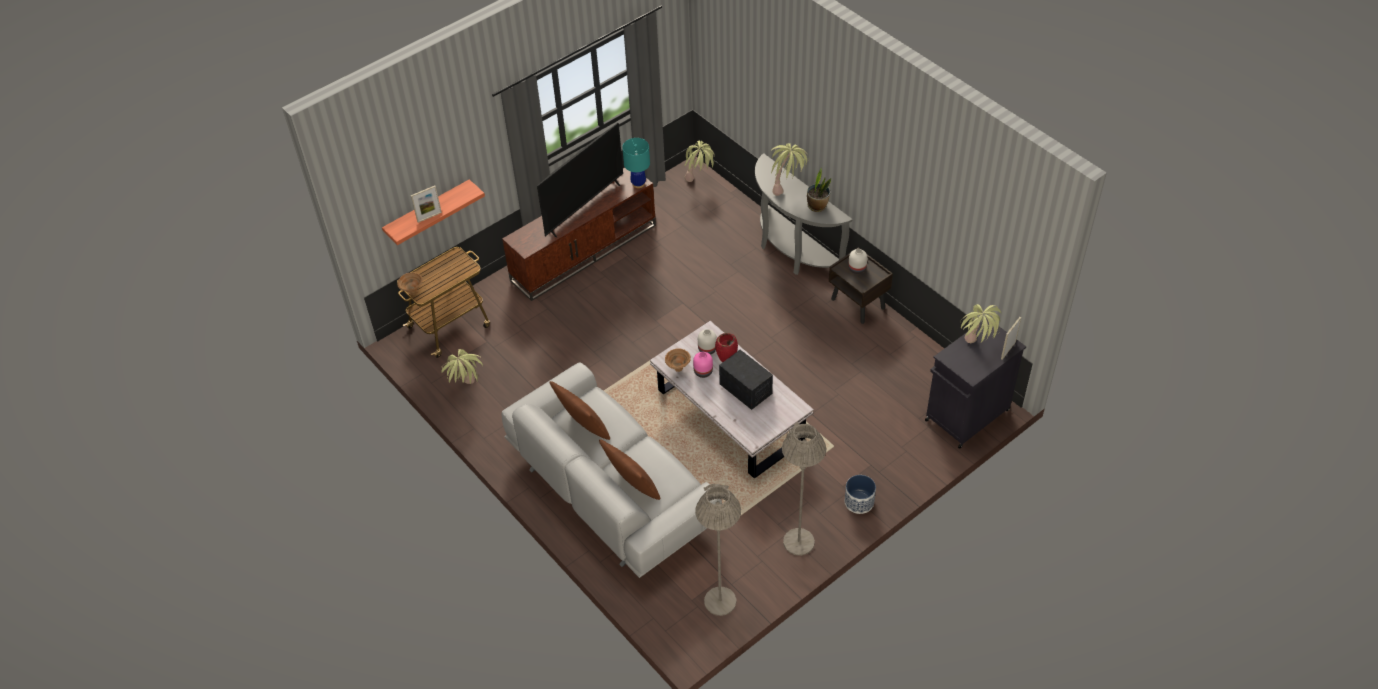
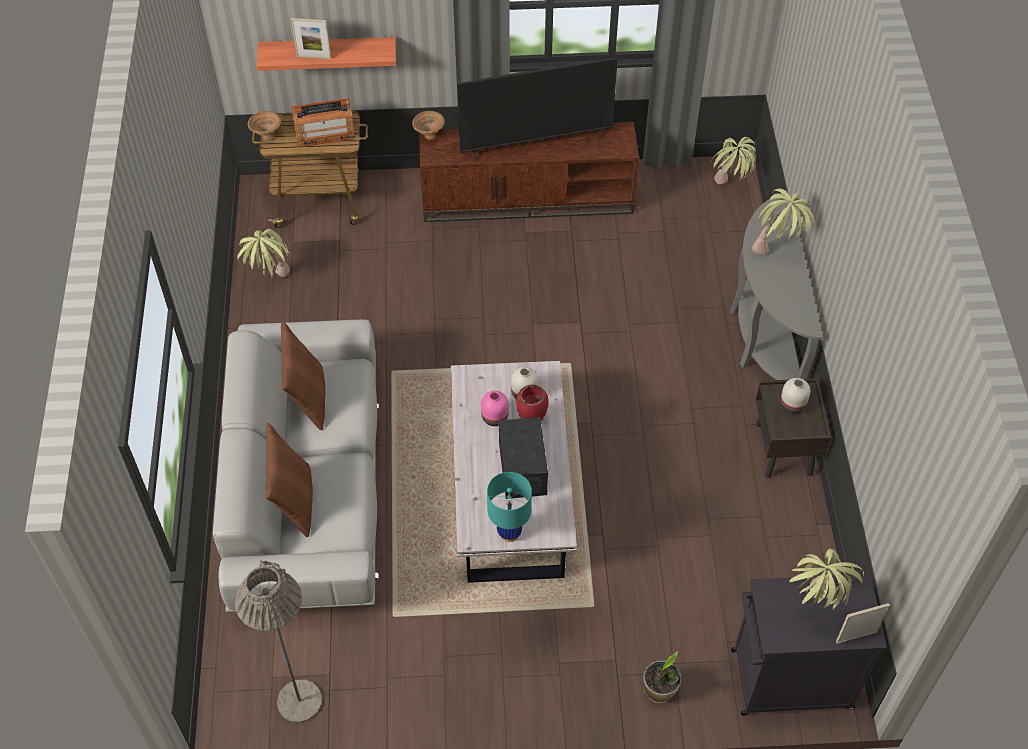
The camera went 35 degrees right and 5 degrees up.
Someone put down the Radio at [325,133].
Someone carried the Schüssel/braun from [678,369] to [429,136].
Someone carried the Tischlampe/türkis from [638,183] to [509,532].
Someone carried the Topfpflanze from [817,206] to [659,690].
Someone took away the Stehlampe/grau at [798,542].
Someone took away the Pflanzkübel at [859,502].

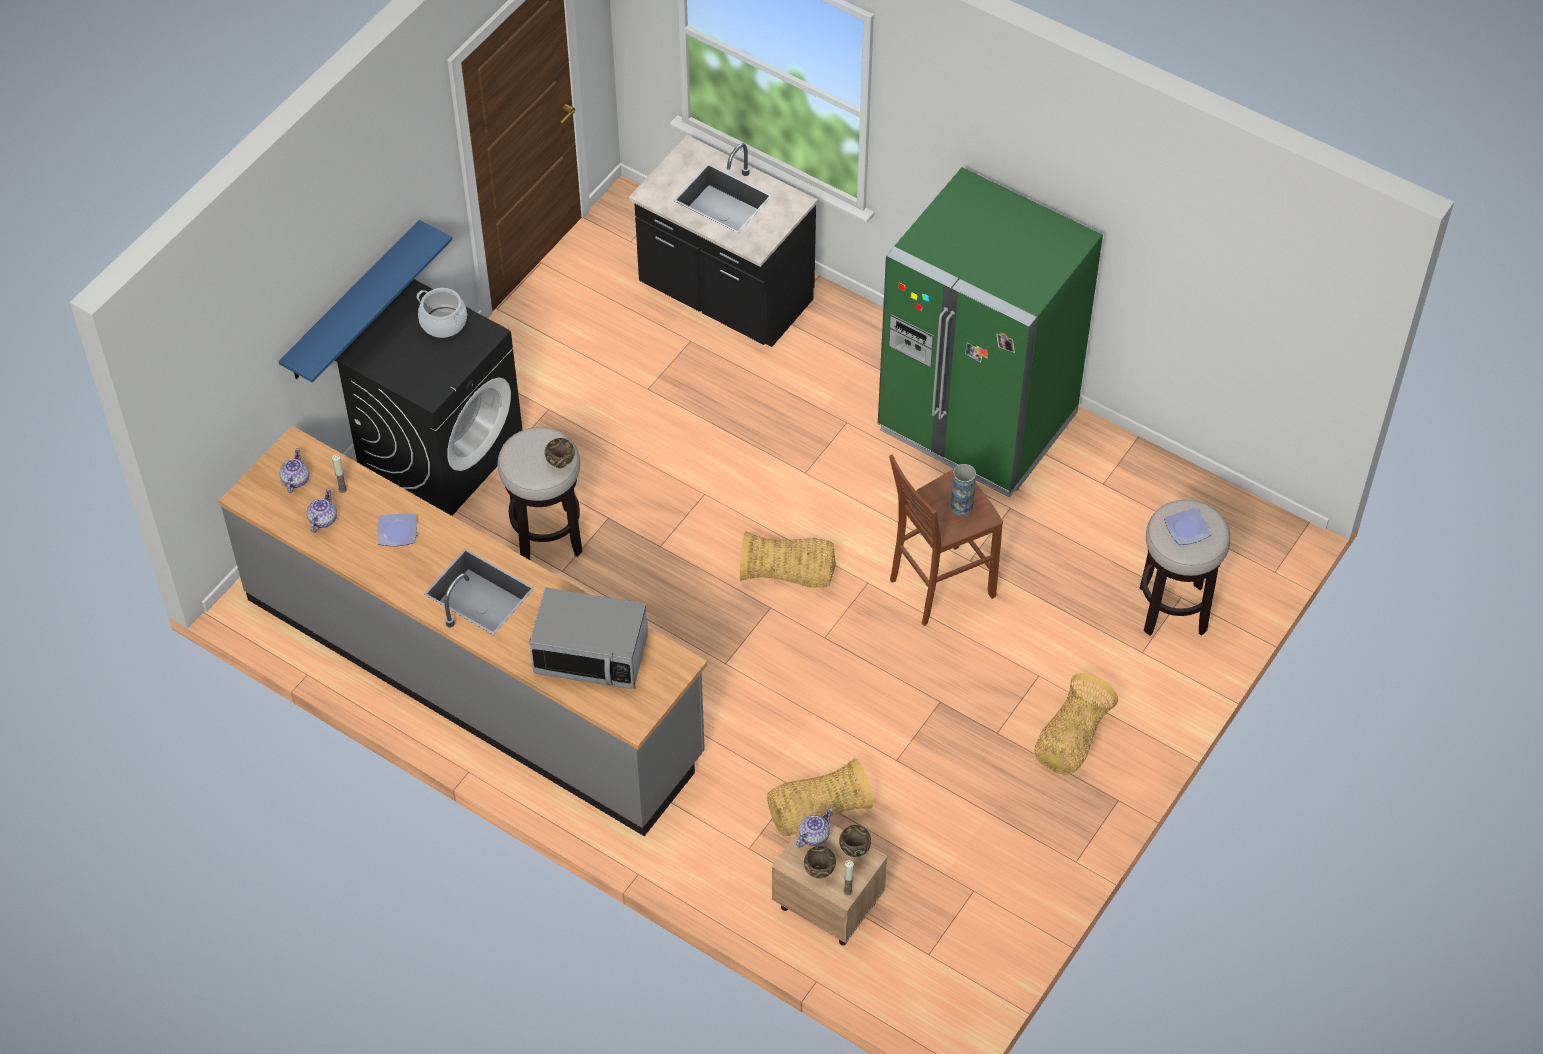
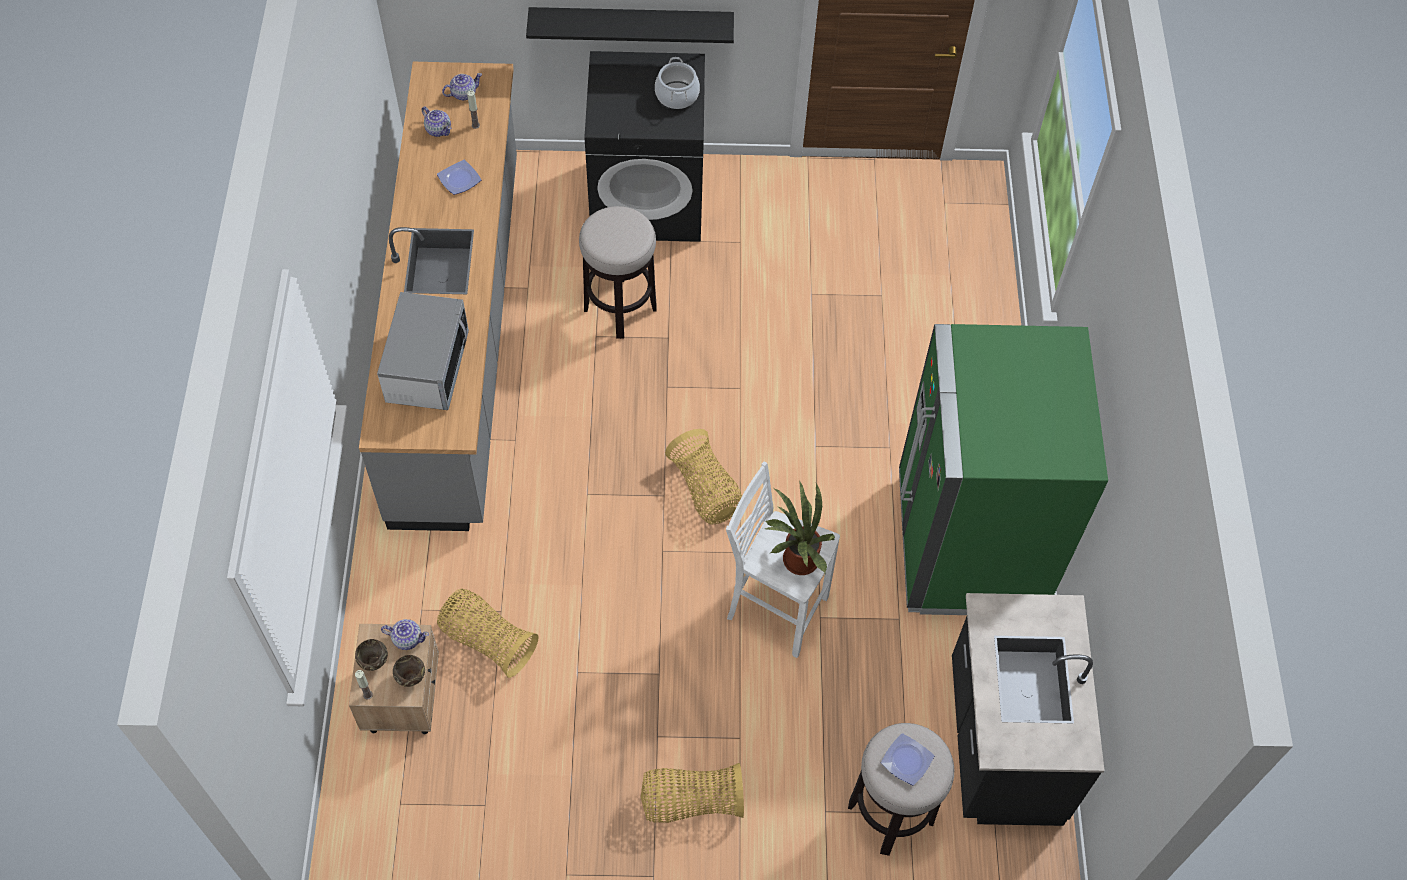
The camera went 55 degrees right and 5 degrees up.
Someone rotated the Mikrowelle at [591,655] by 150 degrees counterclockwise.
Someone rotated the Teekanne at [322,520] by 60 degrees clockwise.
Someone repainted the Wandregal/blau at [352,303], which became the Wandregal/schwarz at [631,24].
Someone repainted the Hocker/braun at [938,587], which became the Hocker/weiß at [774,608].
Someone swapped the Vase at [961,507] for the Topfpflanze at [796,560].
Someone carried the Küchenzeile/schwarz from [725,297] to [1001,742].
Someone took away the Schüssel/braun at [561,463].

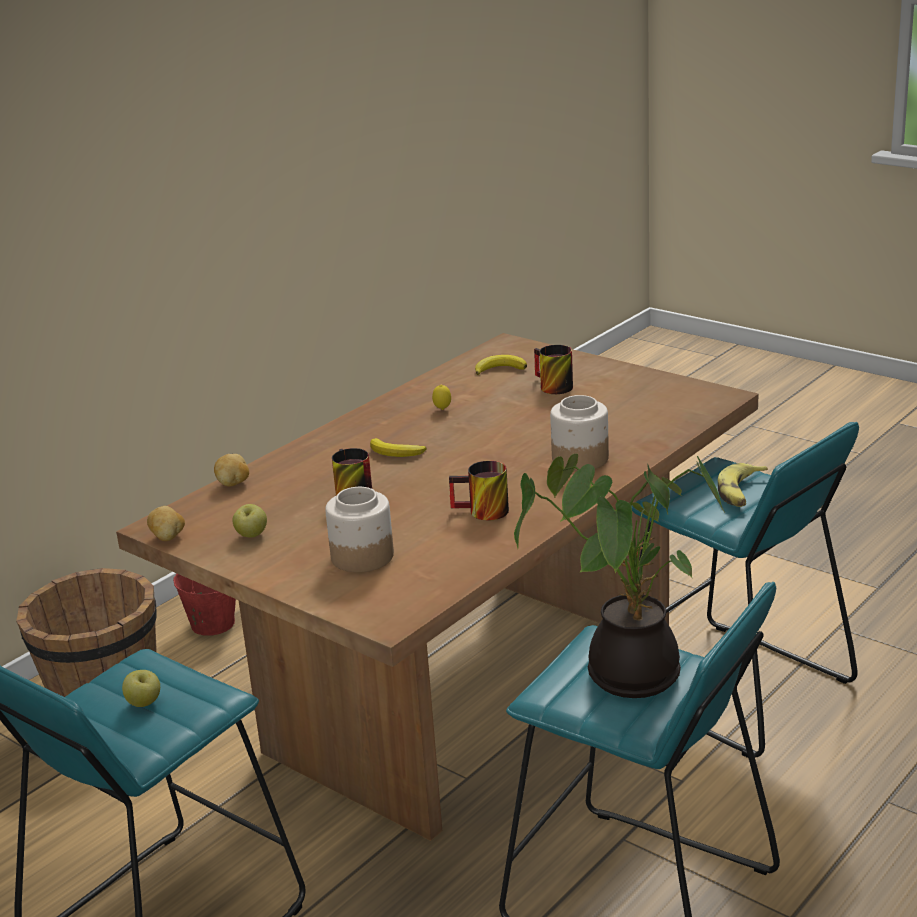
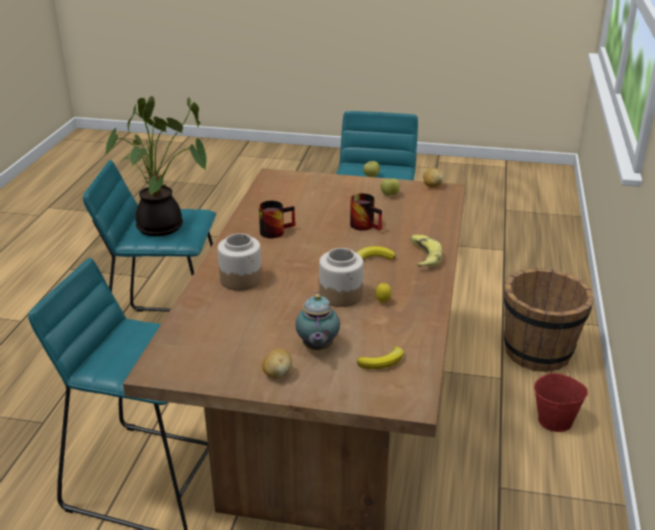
The camera went 150 degrees right and 5 degrees up.
Someone carried the Kartoffel from [233,483] to [277,374].
Someone swapped the Henkelbecher at [550,386] for the Teekanne at [317,348].
Someone carried the Vorratsglas from [361,557] to [341,295].
Someone carried the Banane from [741,492] to [423,256].

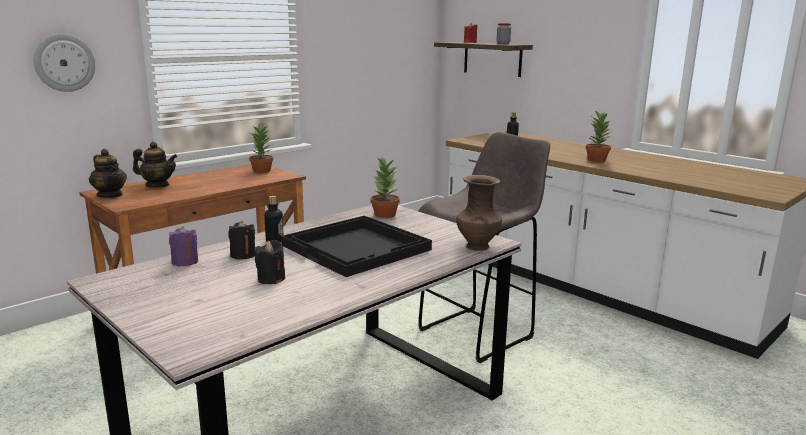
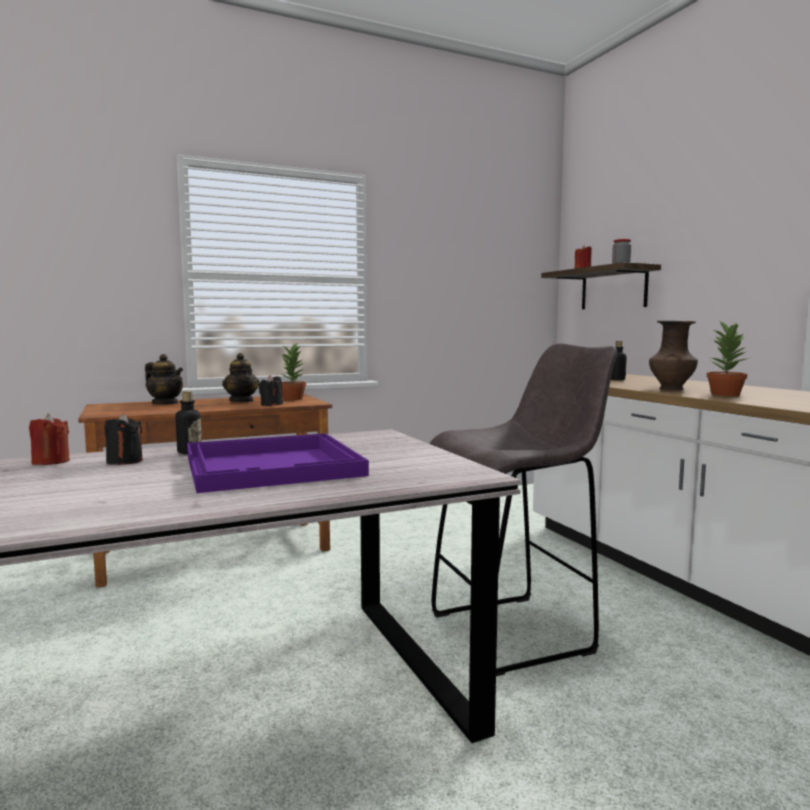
The camera went 20 degrees right and 10 degrees down.
Someone repainted the Kerze/lila at [185,262], which became the Kerze/rot at [51,462].
Someone repainted the Tablett/schwarz at [358,248], which became the Tablett/lila at [274,466].
Someone carried the Teekanne from [110,195] to [242,401].
Someone carried the Kerze/schwarz from [271,279] to [271,405].
Someone carried the Vase/braun from [477,246] to [671,389].
Someone took away the Wanduhr at [64,62].
Someone took away the Topfpflanze at [384,215].

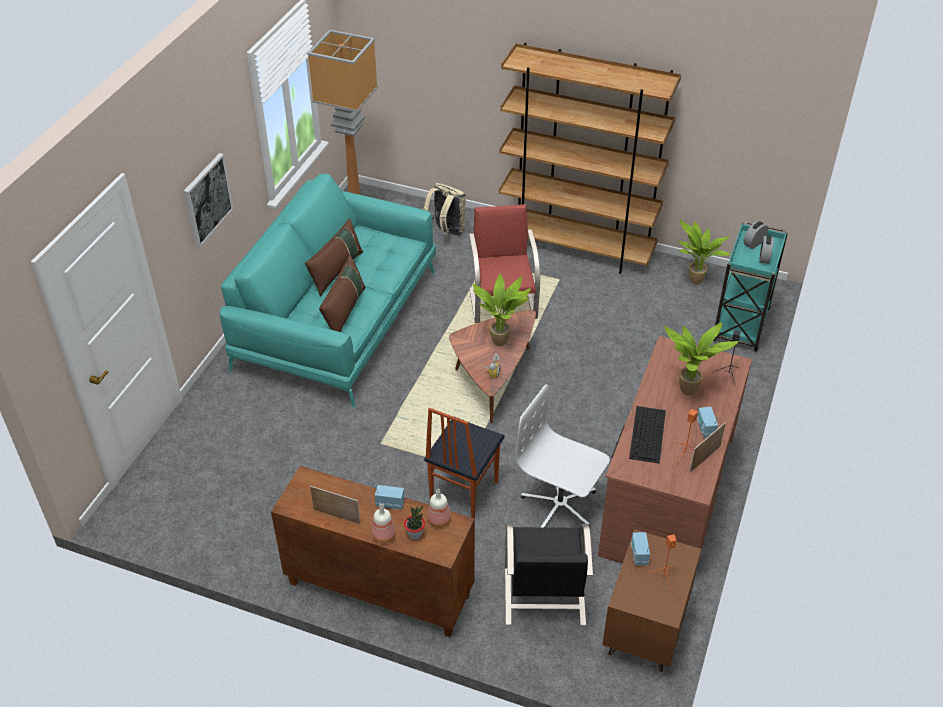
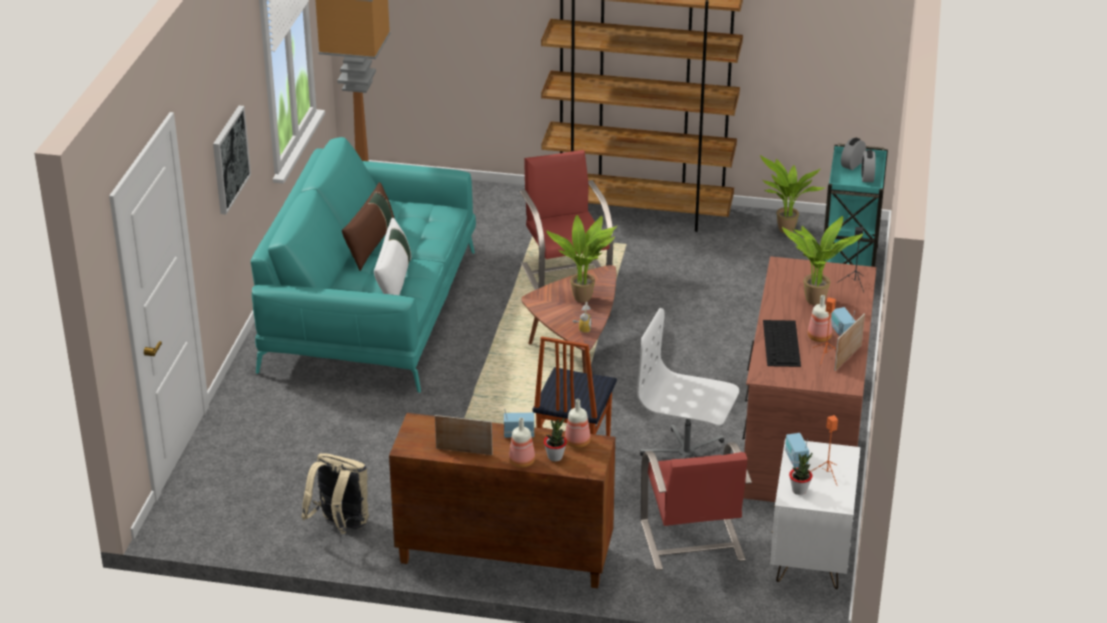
The camera went 10 degrees left and 10 degrees down.
Someone carried the Rucksack/beige from [446,232] to [340,525].
Someone repainted the Kissen/braun at [344,311], which became the Kissen/weiß at [394,283].
Someone repainted the Stuhl/schwarz at [544,598], which became the Stuhl/rot at [692,542].
Someone repainted the Nachttisch/braun at [645,631], which became the Nachttisch/weiß at [811,557].
Someone put down the Topfpflanze at [799,490].
Someone put down the Flasche at [819,337].

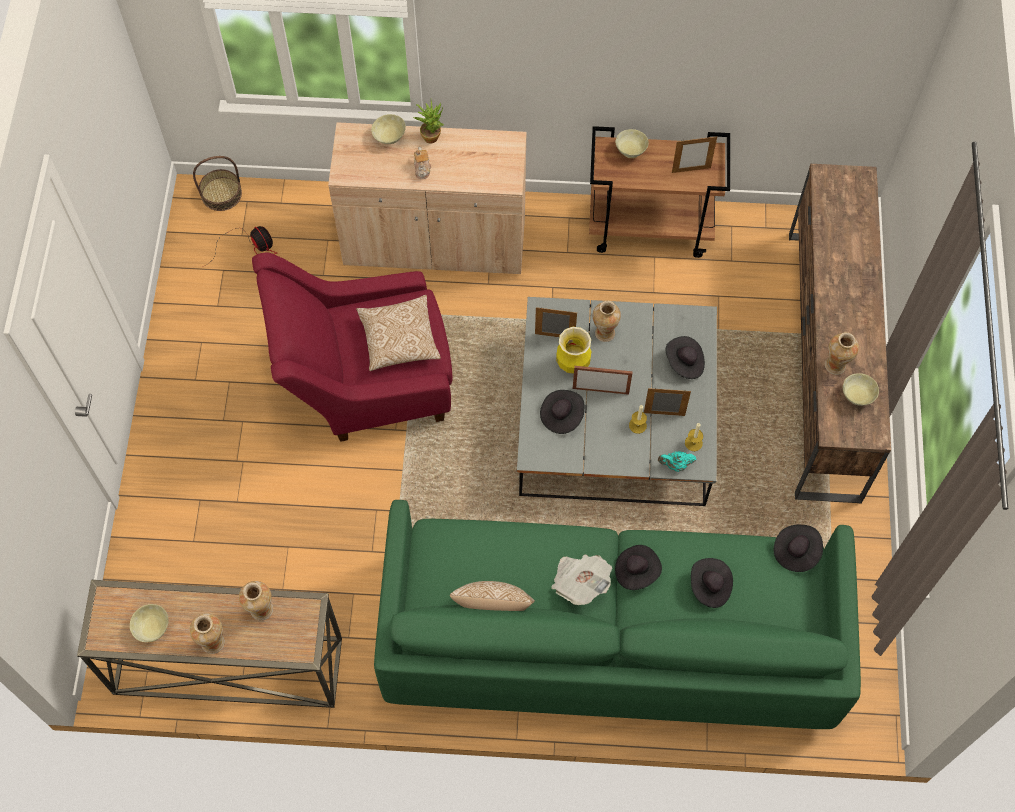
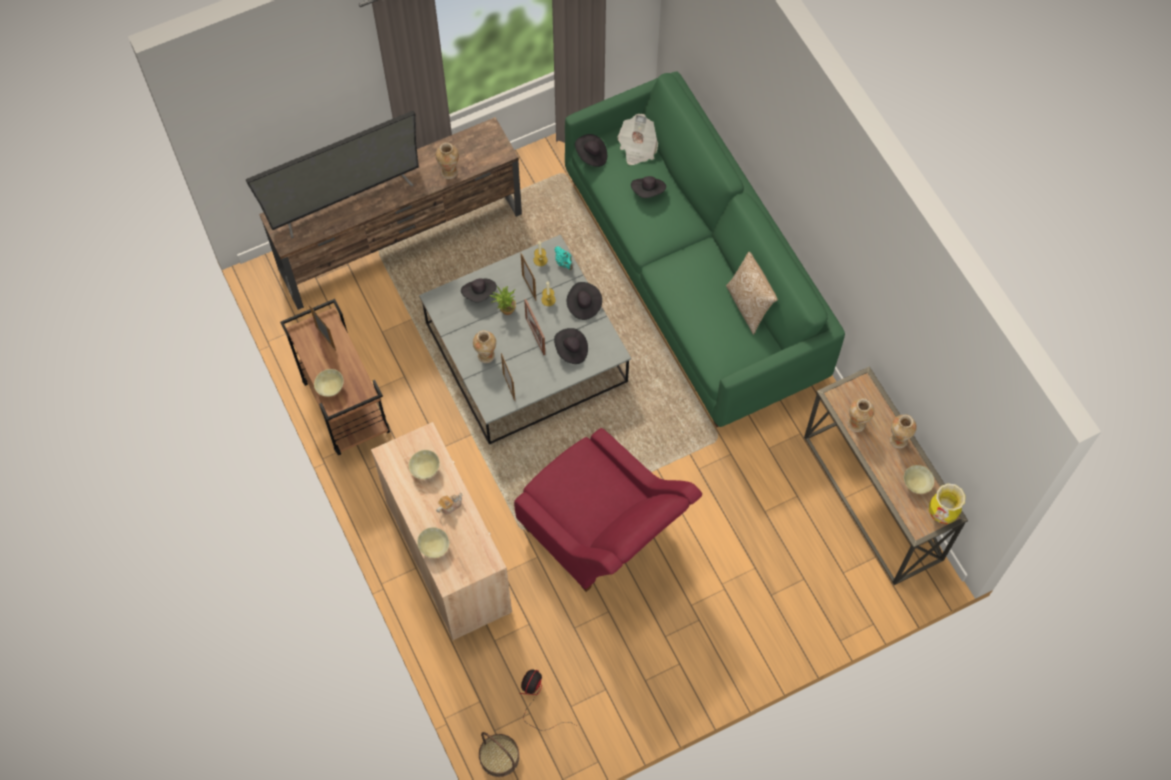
The camera went 120 degrees left and 0 degrees up.
Someone put down the Fernseher at [345,200].
Someone carried the Schüssel/beige from [857,396] to [425,469].
Someone carried the Topfpflanze from [431,135] to [505,310].
Someone carried the Hut/schwarz from [636,571] to [583,305].
Someone carried the Zeitung from [580,582] to [638,147].
Someone carried the Vase from [572,365] to [941,514].
Someone took away the Kissen at [399,340].

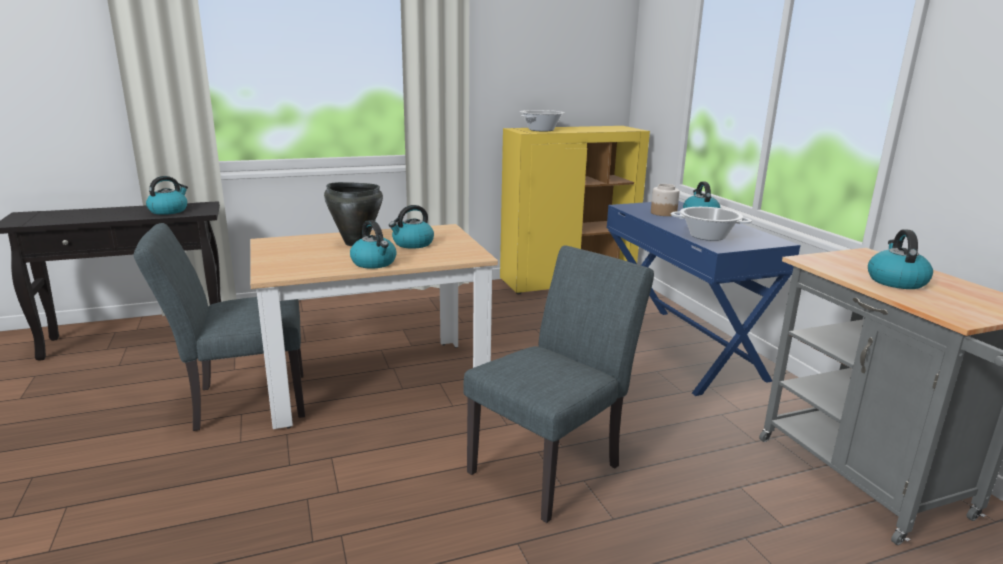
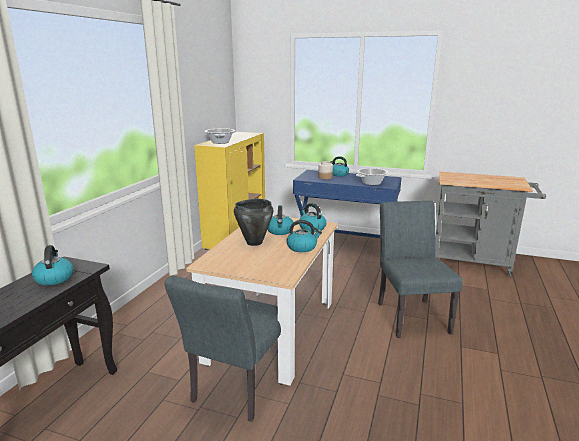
The camera went 50 degrees left and 0 degrees up.
Someone carried the Wasserkessel from [895,281] to [311,228].

